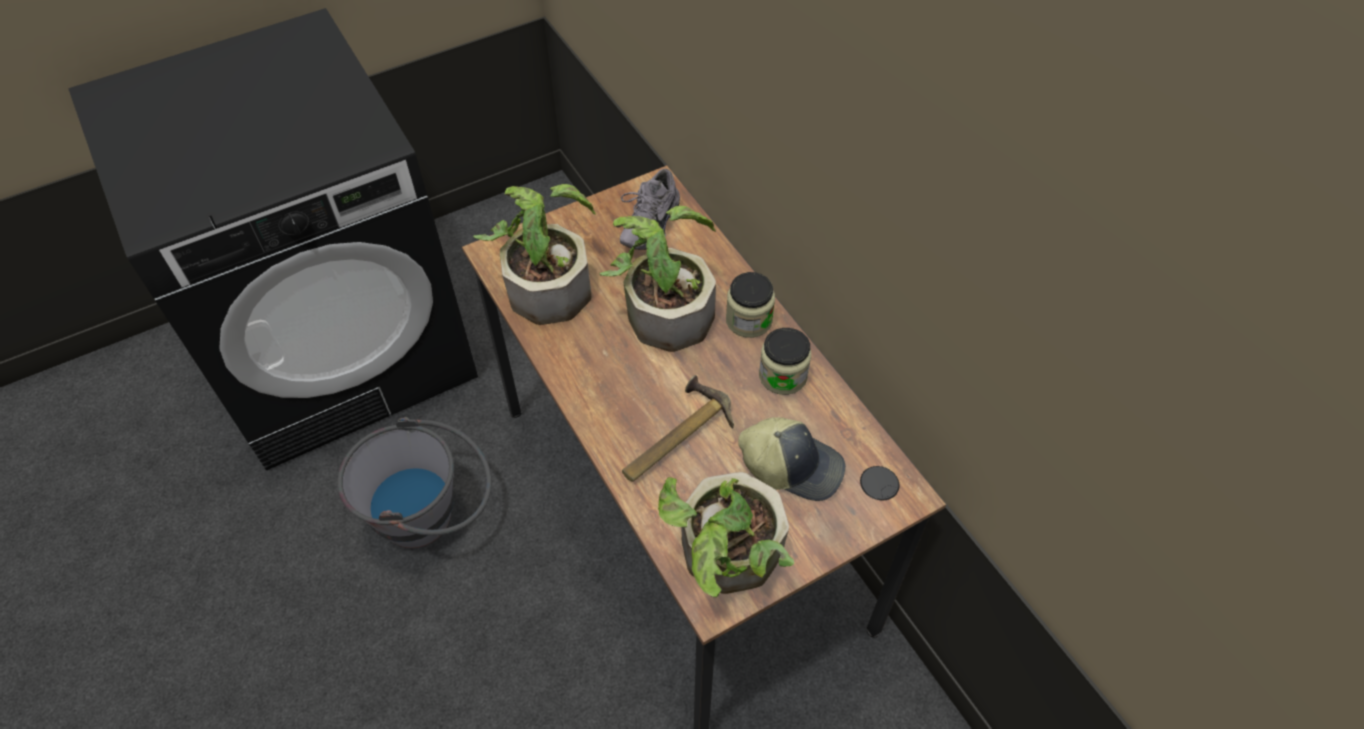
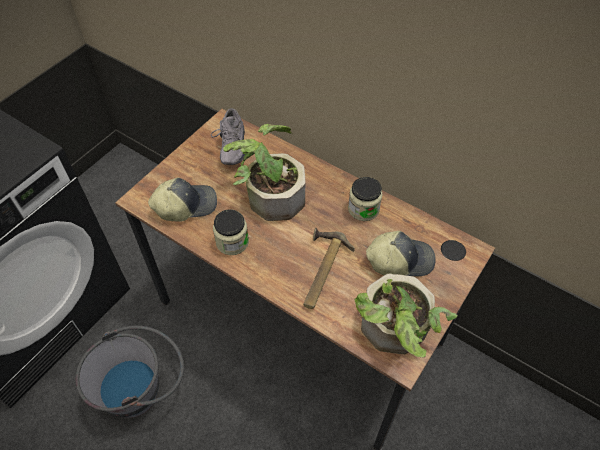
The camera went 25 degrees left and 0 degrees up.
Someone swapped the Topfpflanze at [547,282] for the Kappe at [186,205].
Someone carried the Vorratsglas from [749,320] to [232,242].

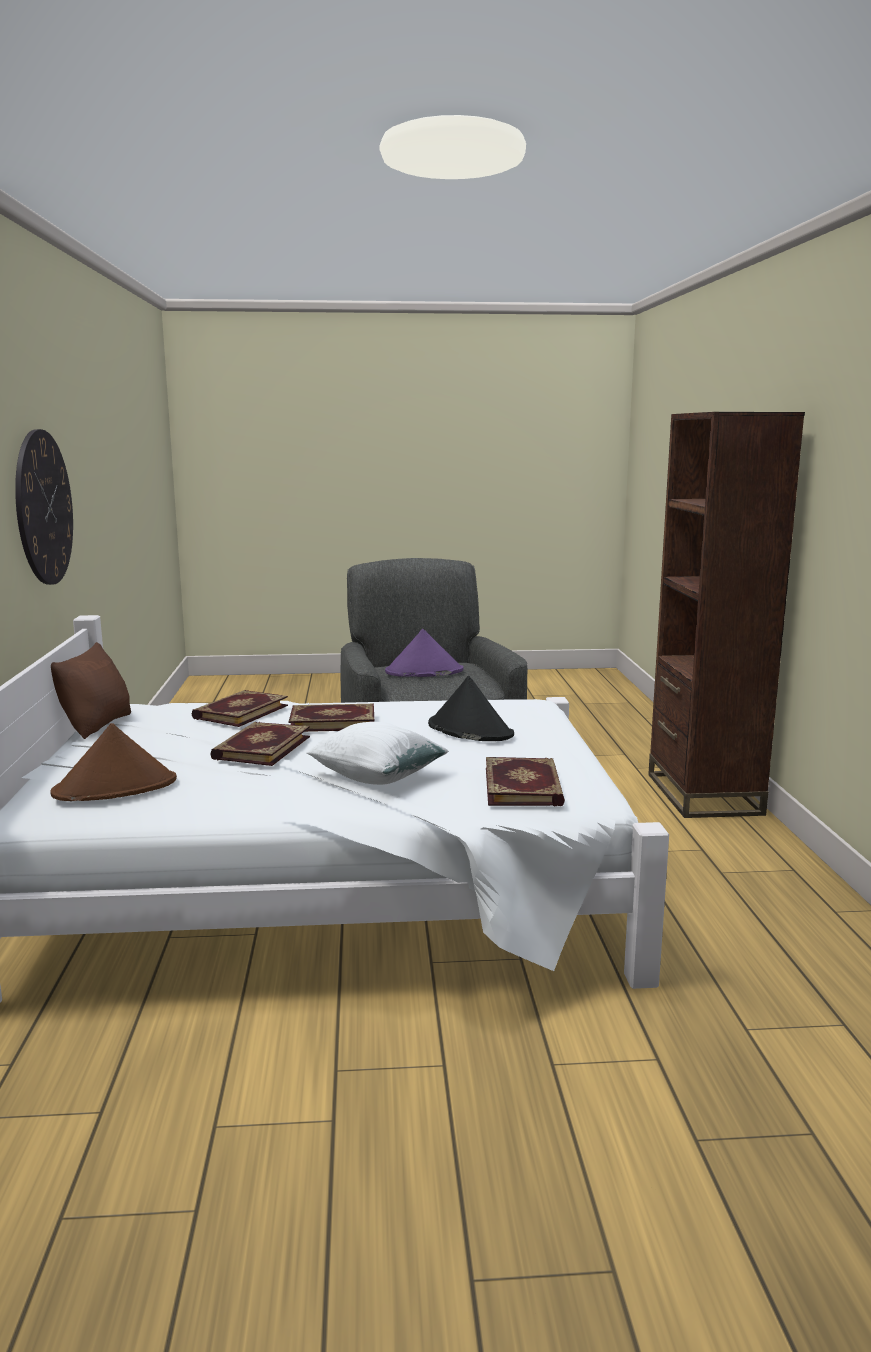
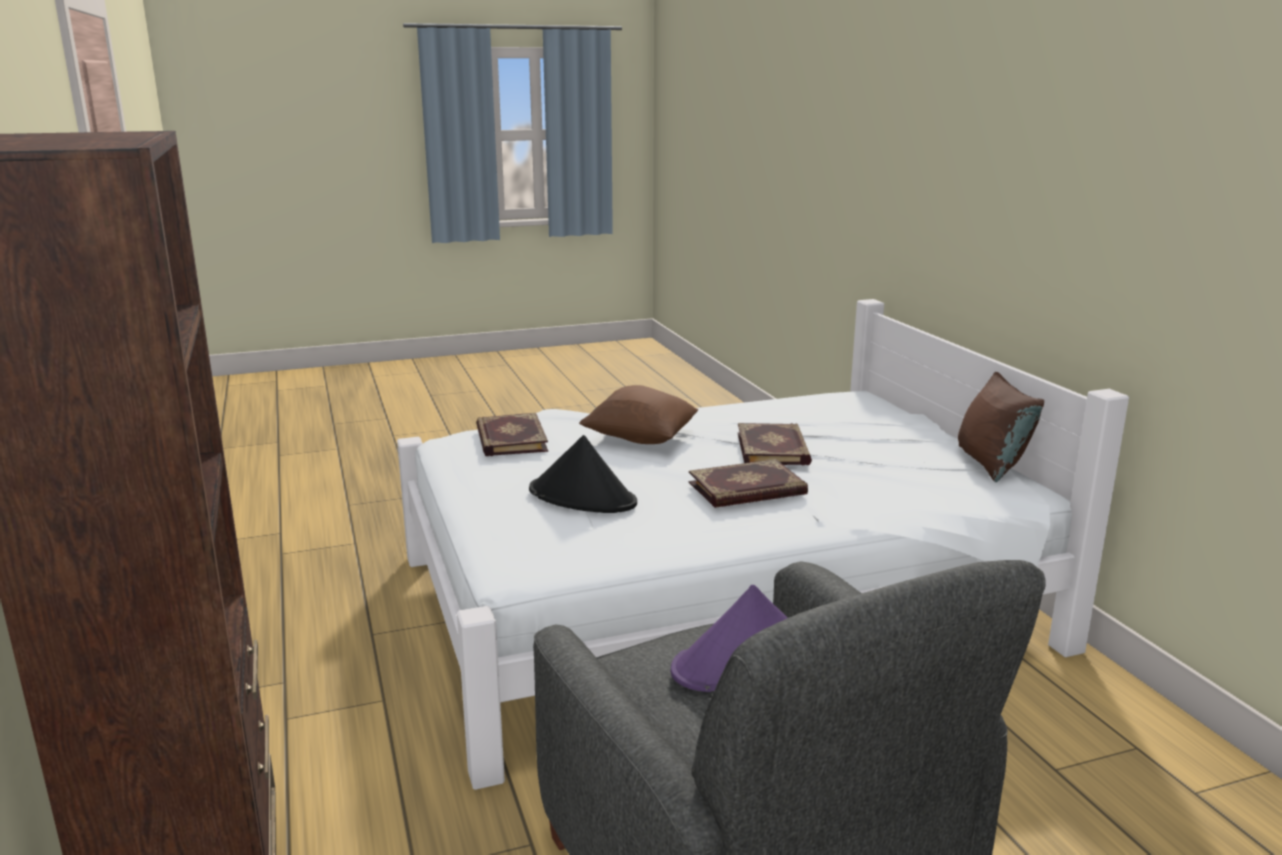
The camera went 165 degrees right and 5 degrees up.
Someone repainted the Kissen/weiß at [377,778], which became the Kissen/braun at [640,439].
Someone took away the Wanduhr at [44,508].
Someone took away the Hut/braun at [116,787].
Someone took away the Buch at [240,712].

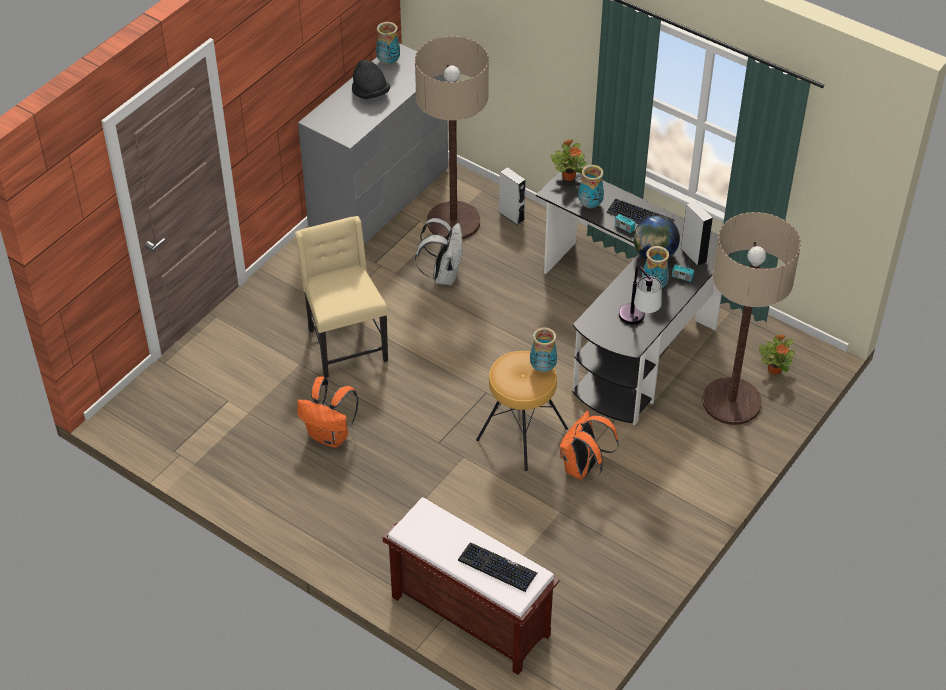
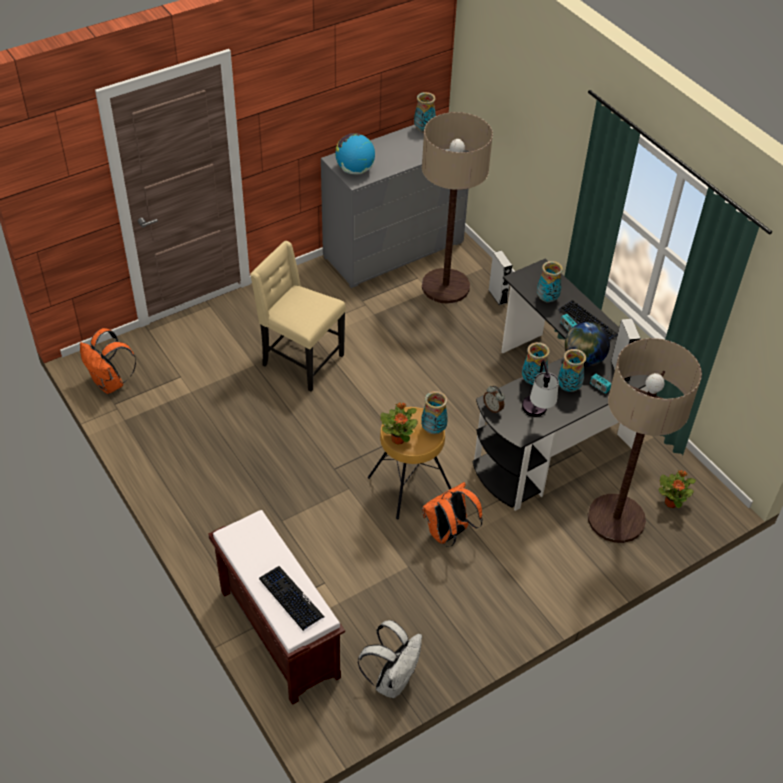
The camera went 20 degrees right and 0 degrees up.
Someone carried the Rucksack/orange from [330,436] to [110,383].
Someone rotated the Stuhl/beige at [345,345] by 60 degrees counterclockwise.
Someone put down the Globus at [355,170].
Someone carried the Rucksack/weiß from [443,275] to [392,679].
Someone carried the Topfpflanze from [568,176] to [398,439].
Someone put down the Wecker at [493,408].
Someone put down the Vase at [533,381].
Someone took away the Hut/schwarz at [370,93].

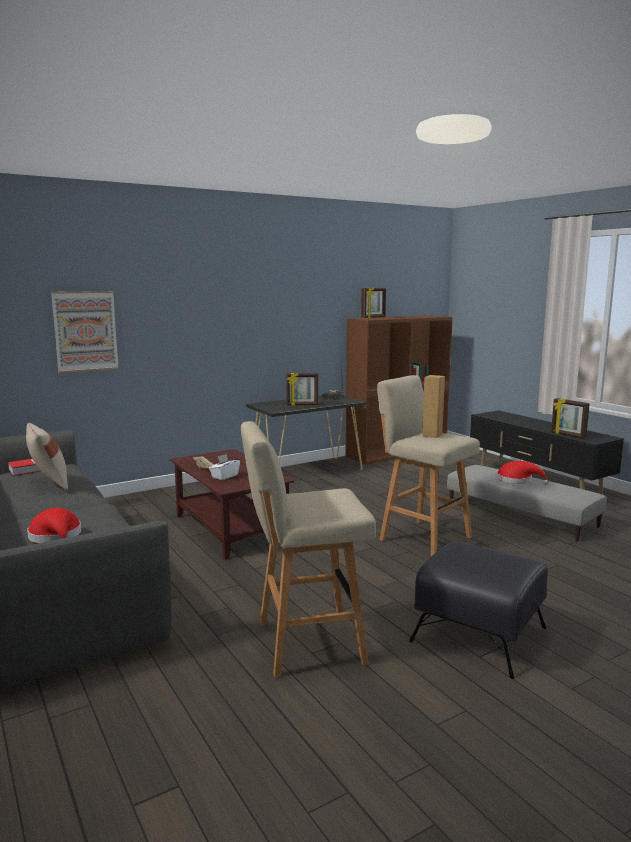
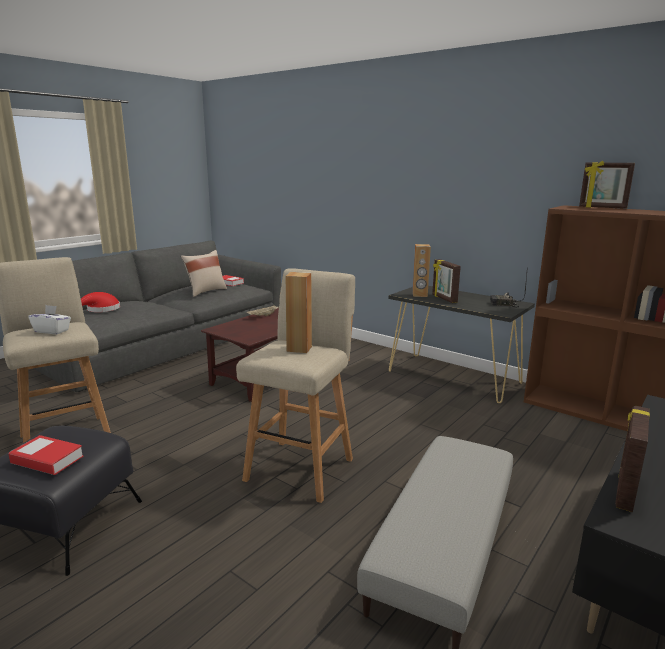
The camera went 70 degrees right and 5 degrees up.
Someone put down the Buch at [47,460].
Someone carried the Taschentuchbox/weiß from [224,476] to [52,331].
Someone put down the Lautsprecher/braun at [419,295].
Someone took away the Bild at [85,331].
Someone took away the Hut/rot at [517,480].

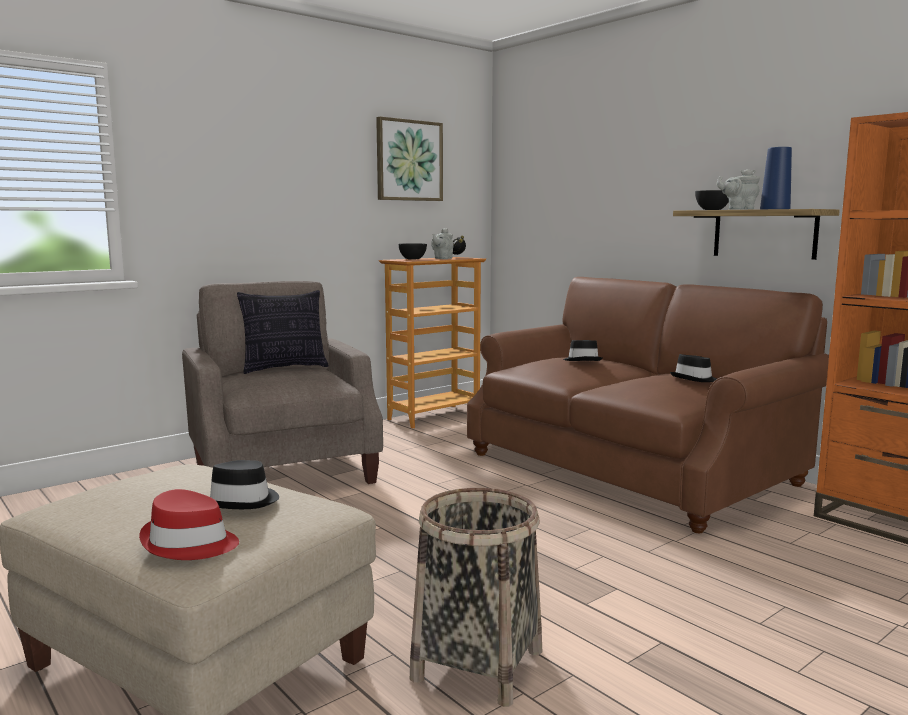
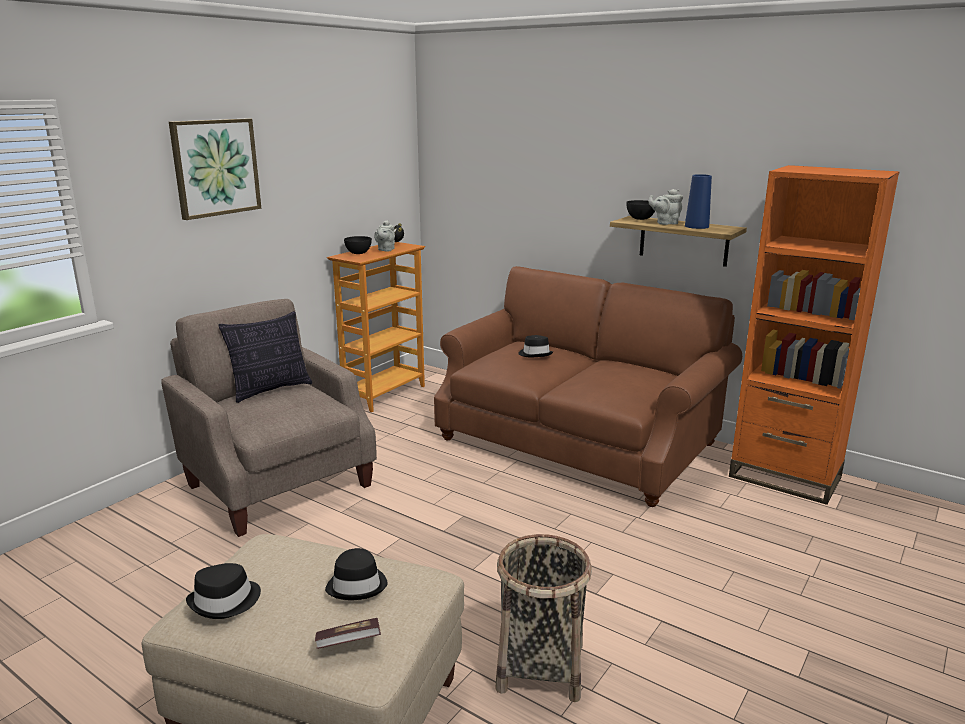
The camera went 15 degrees left and 10 degrees up.
Someone carried the Bild from [409,160] to [215,167].
Someone carried the Hut/schwarz from [695,379] to [225,601].
Someone swapped the Hut/rot at [189,544] for the Buch at [349,644].

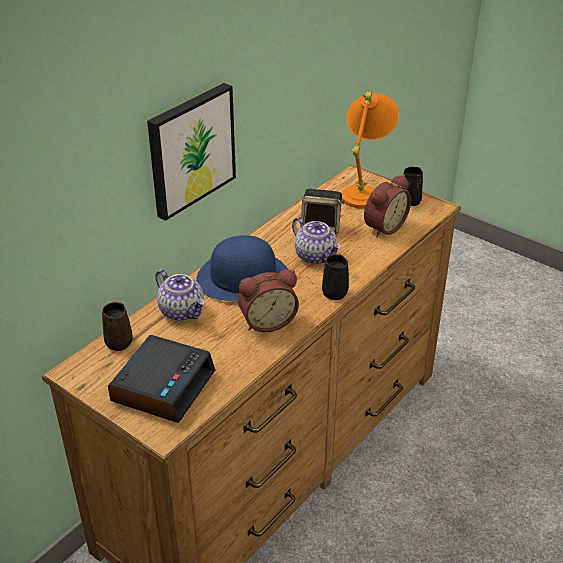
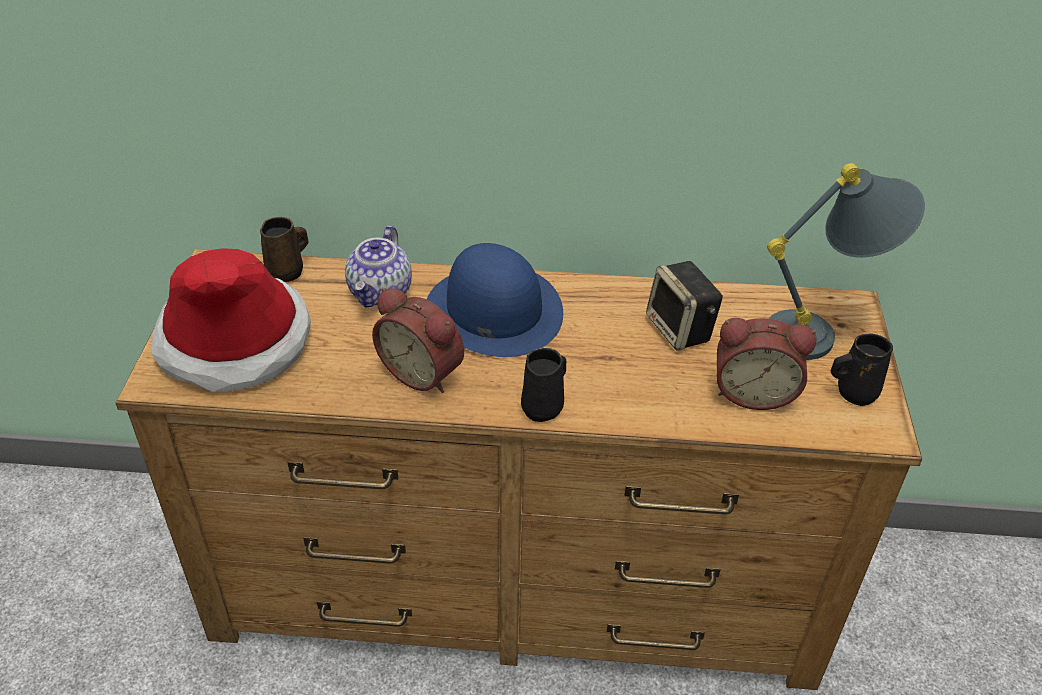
The camera went 55 degrees right and 5 degrees up.
Someone swapped the Wecker at [163,386] for the Hut at [235,342].
Someone repainted the Tischlampe/orange at [365,191], which became the Tischlampe/grau at [823,333].
Someone took away the Bild at [190,149].
Someone took away the Teekanne at [316,256].

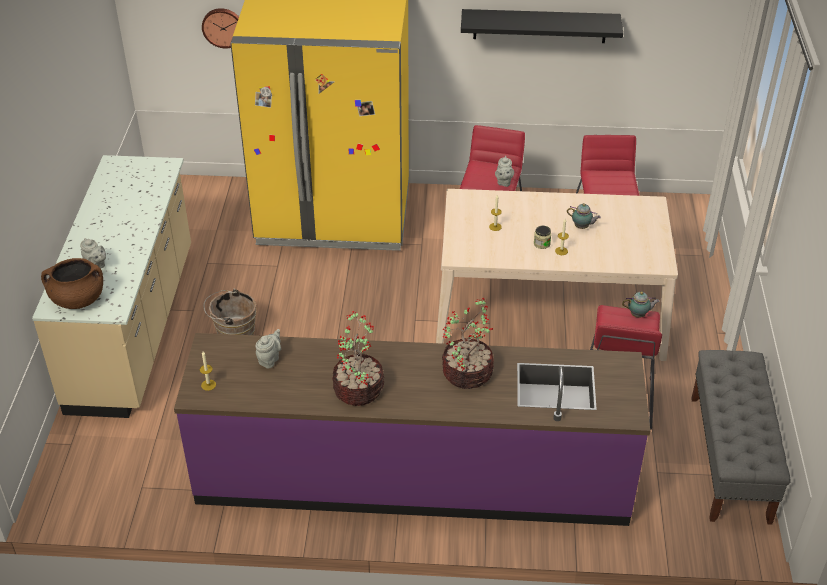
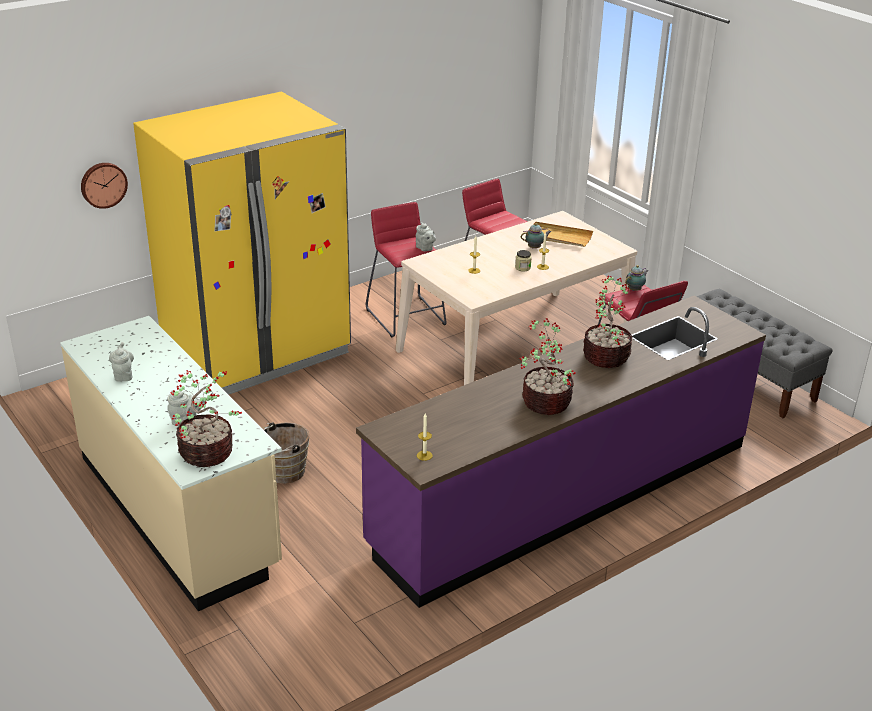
The camera went 40 degrees left and 10 degrees down.
Someone carried the Teekanne/grau from [270,359] to [123,375].
Someone swapped the Kochtopf/braun at [78,299] for the Topfpflanze at [208,452].
Someone put down the Tablett/beige at [558,237].
Someone took away the Wandregal/schwarz at [539,26].

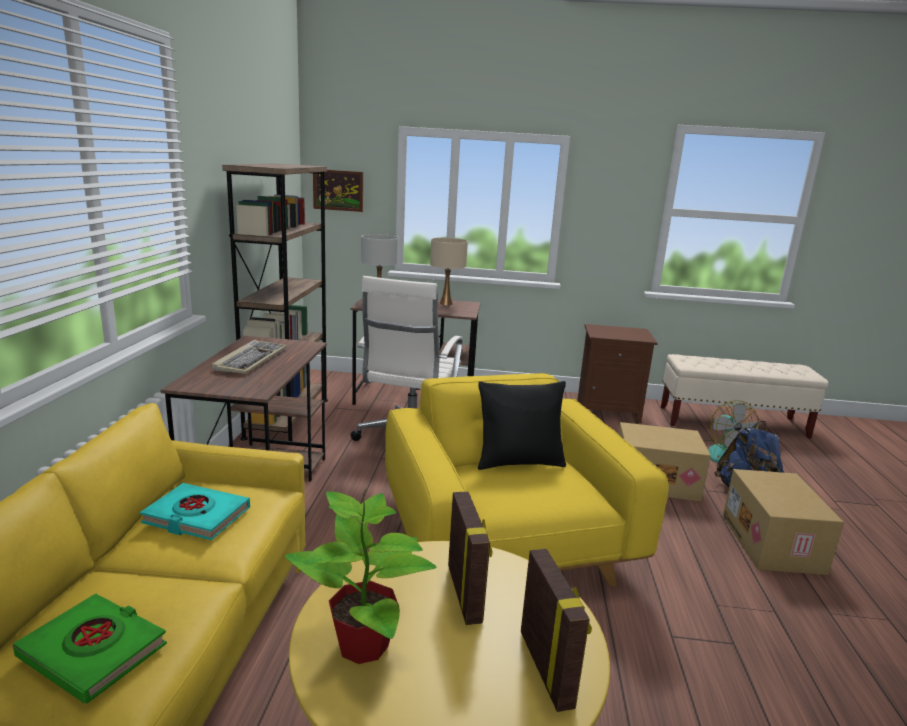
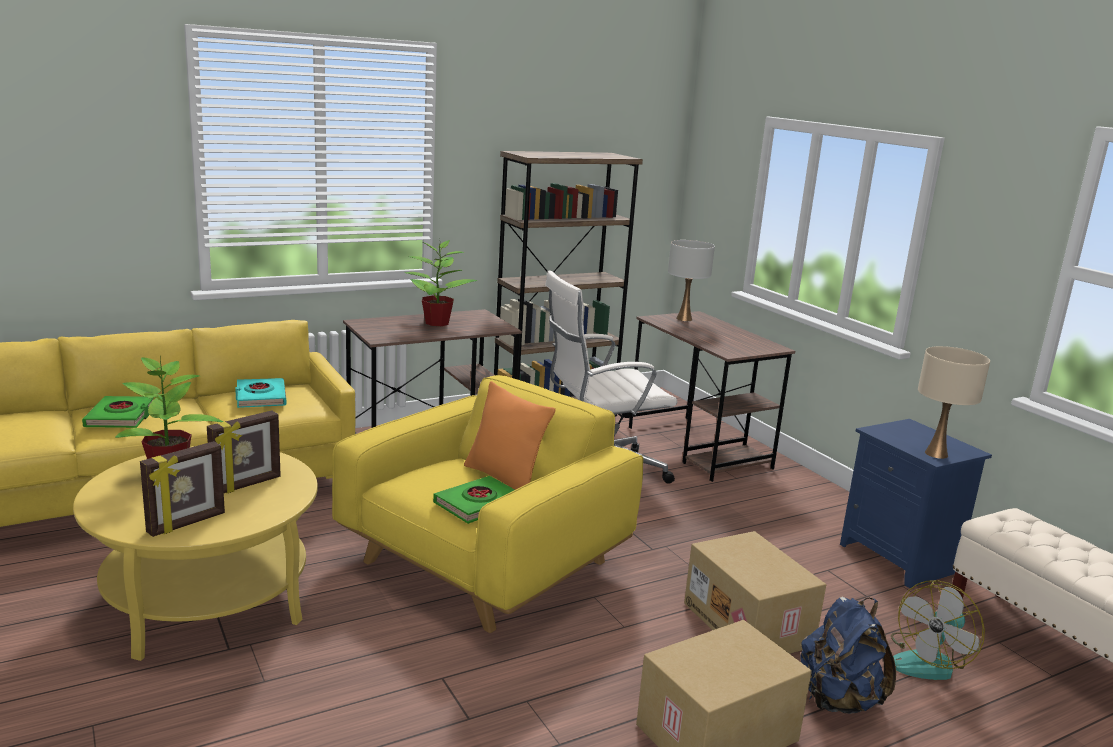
The camera went 55 degrees right and 0 degrees up.
Someone swapped the Tastatur at [250,359] for the Topfpflanze at [436,323].
Someone put down the Buch/grün at [478,505].
Someone repainted the Kissen/schwarz at [519,462], which became the Kissen/orange at [504,478].
Someone repainted the Nachttisch/braun at [608,410], which became the Nachttisch/blau at [900,558].
Someone carried the Tischlampe/beige from [446,303] to [936,454].
Someone took away the Bild at [338,190].

